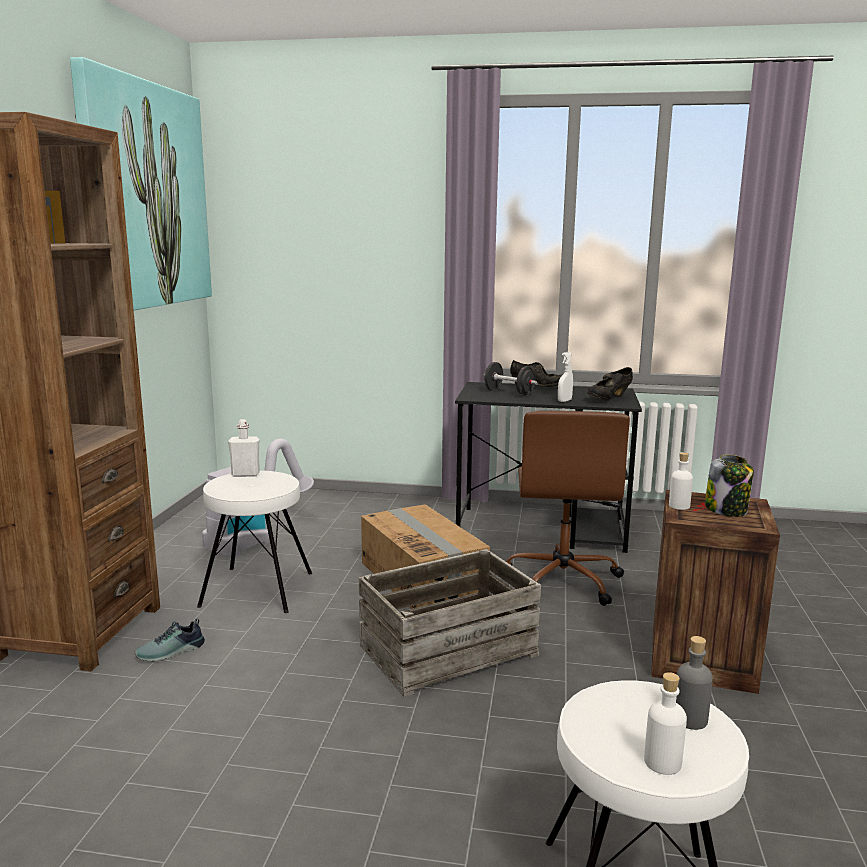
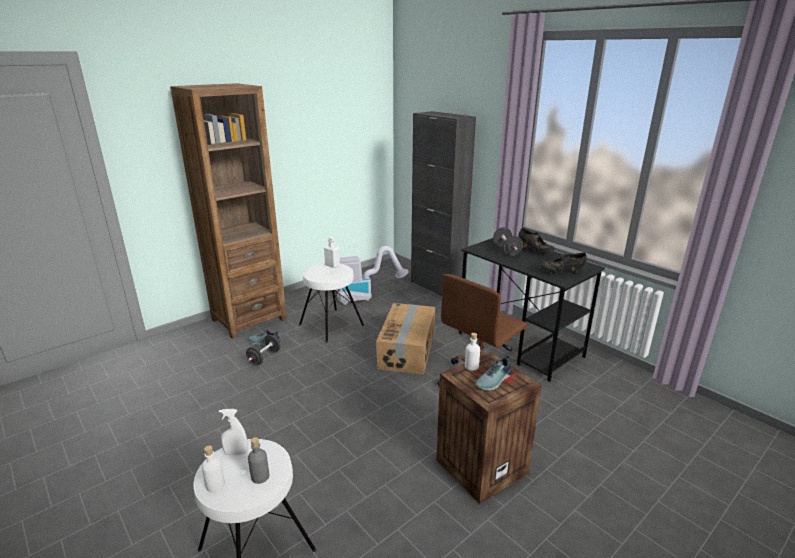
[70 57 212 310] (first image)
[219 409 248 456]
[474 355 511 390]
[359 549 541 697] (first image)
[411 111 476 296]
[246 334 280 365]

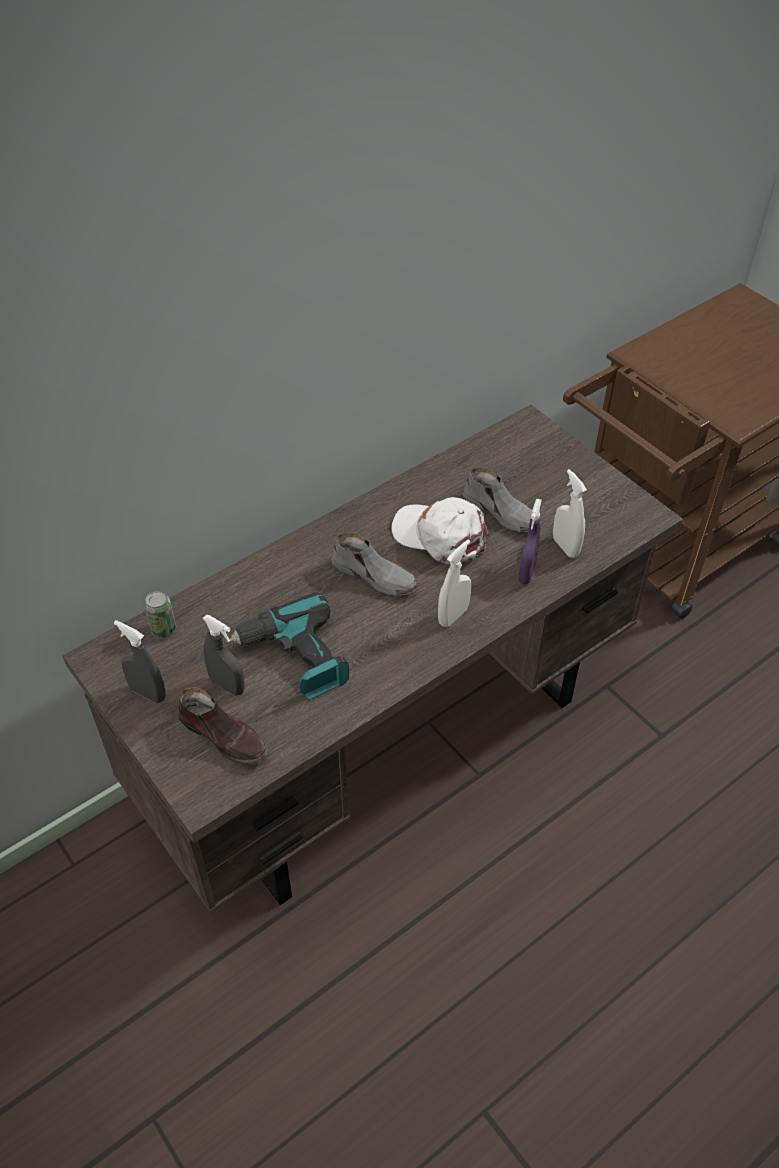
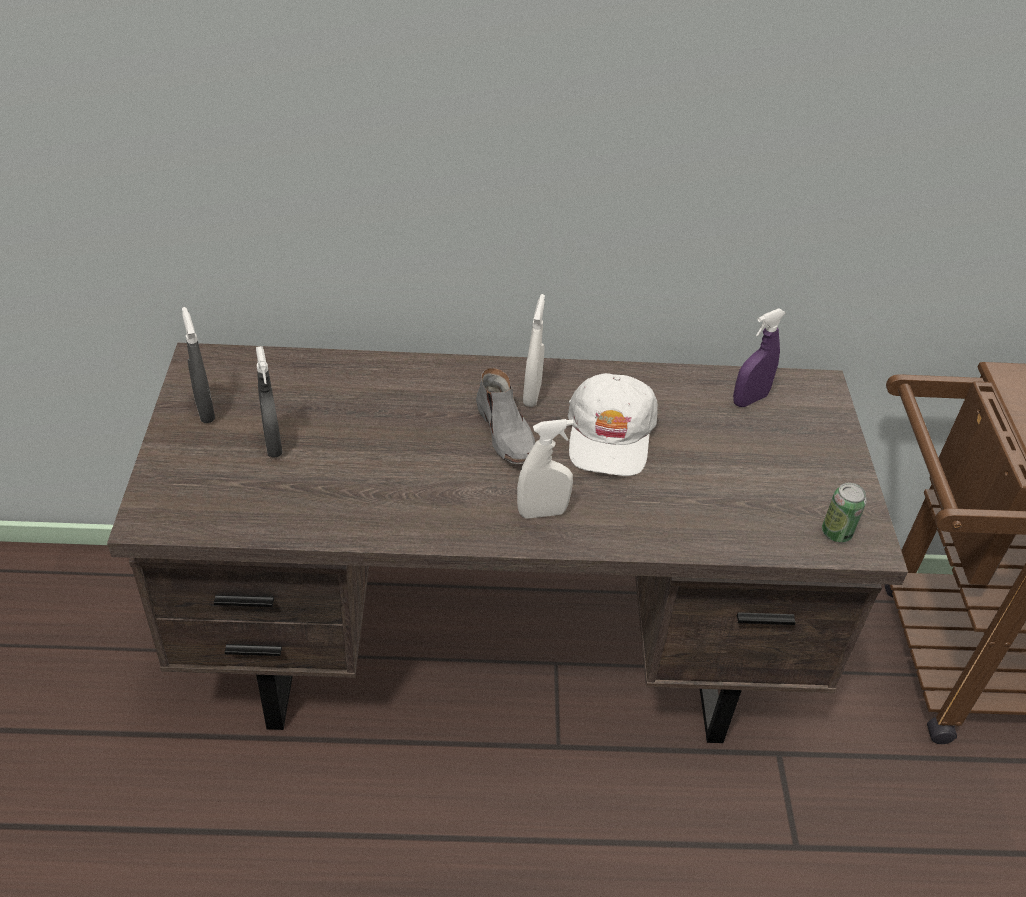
[463 467 542 532] (first image)
[523 294 545 407]
[568 373 658 476]
[733 308 786 407]
[822 483 867 542]
[226 593 349 700] (first image)
[178 687 268 765] (first image)

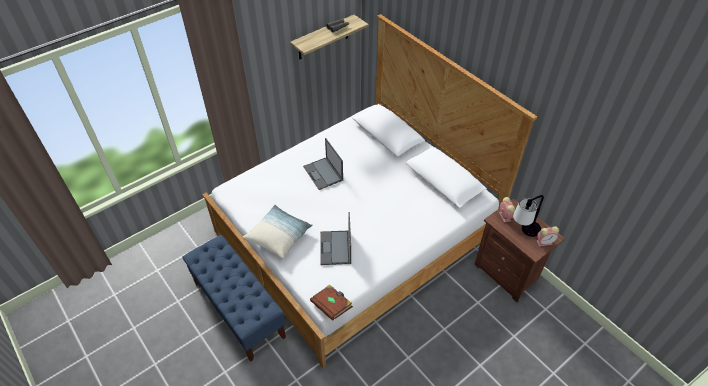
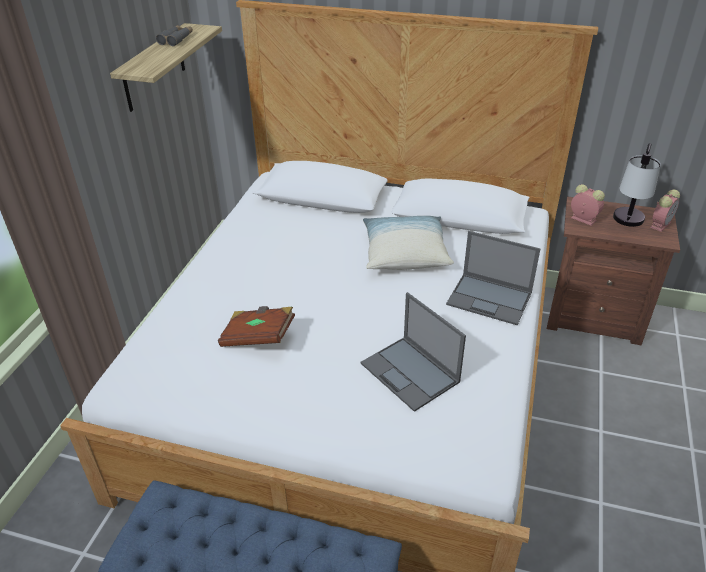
[446 231 541 325]
[363 216 454 270]
[218 306 295 347]

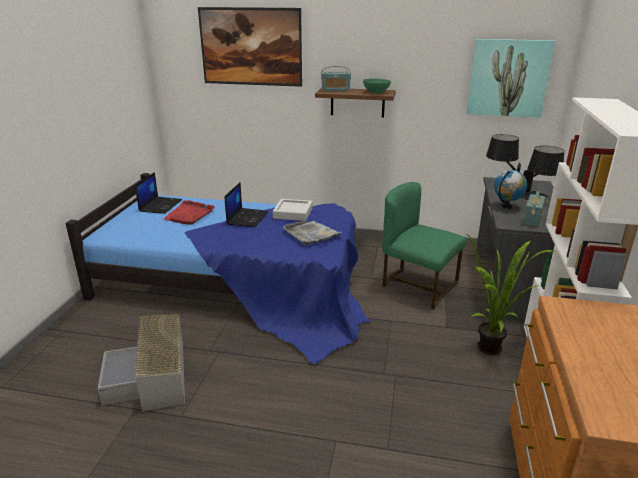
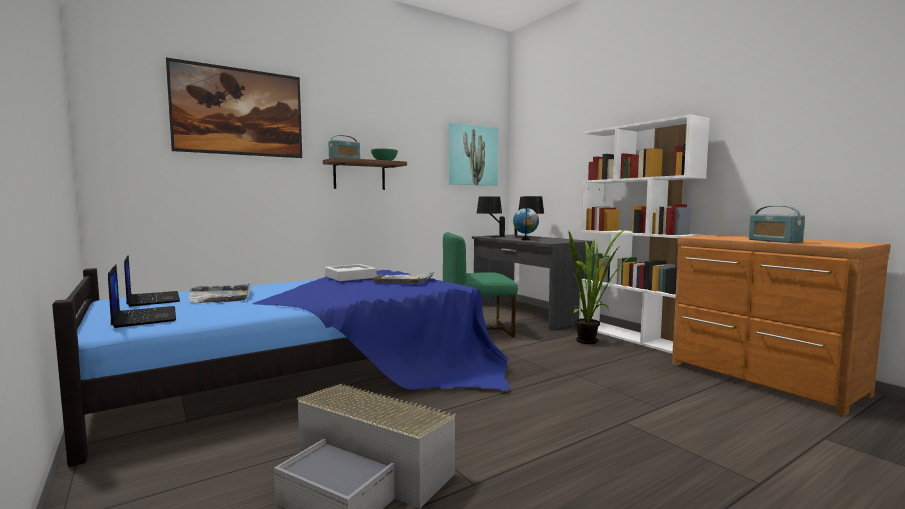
[108 264 176 328]
[749 206 805 243]
[189 283 252 303]

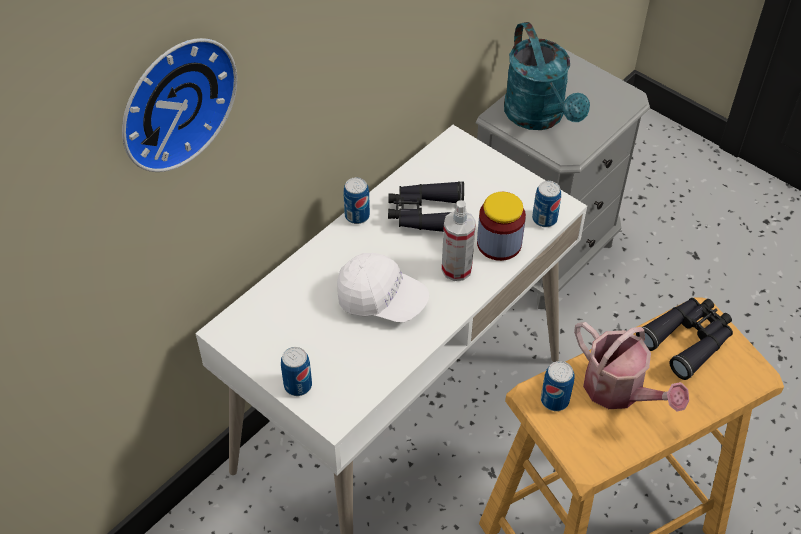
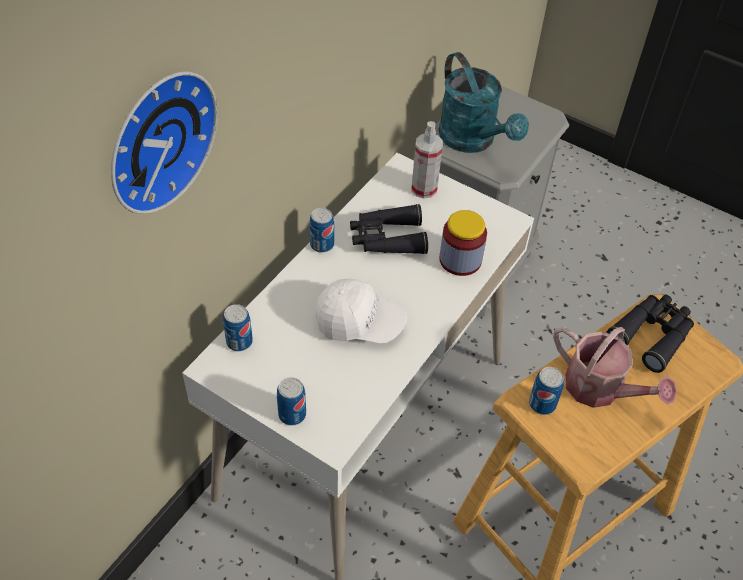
[223 304 253 351]
[411 121 443 199]

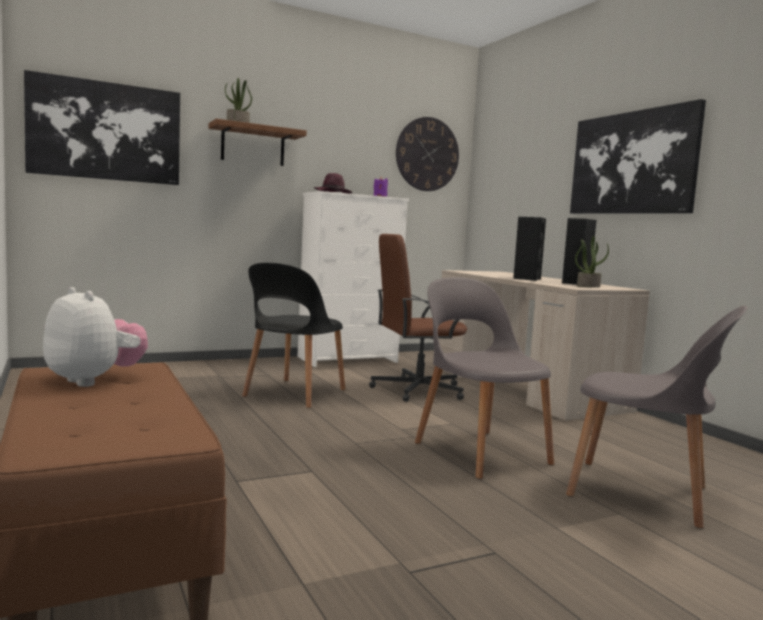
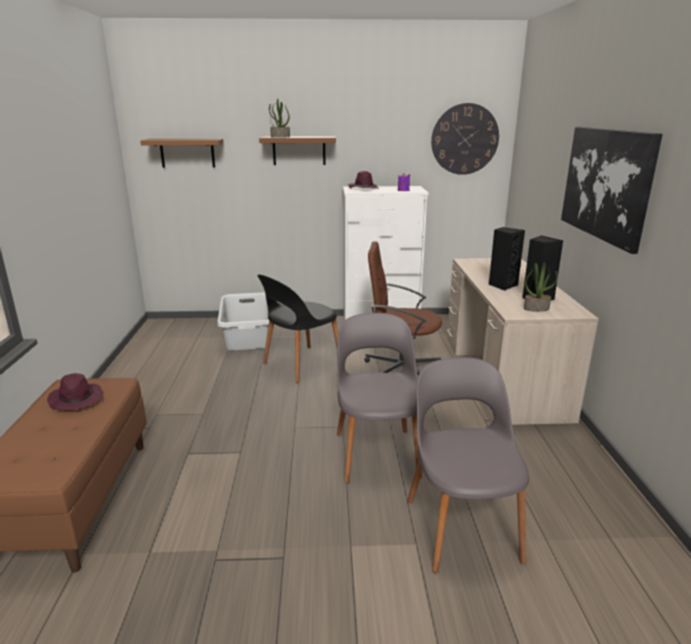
[140 139 223 168]
[47 373 103 410]
[407 357 529 573]
[217 292 269 350]

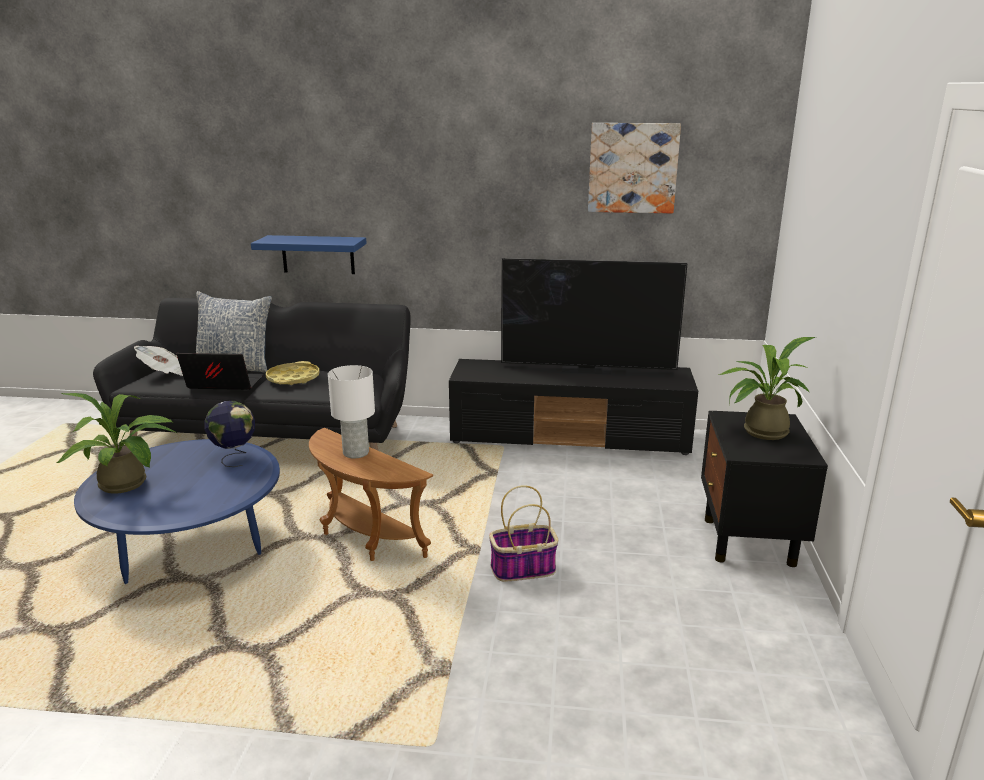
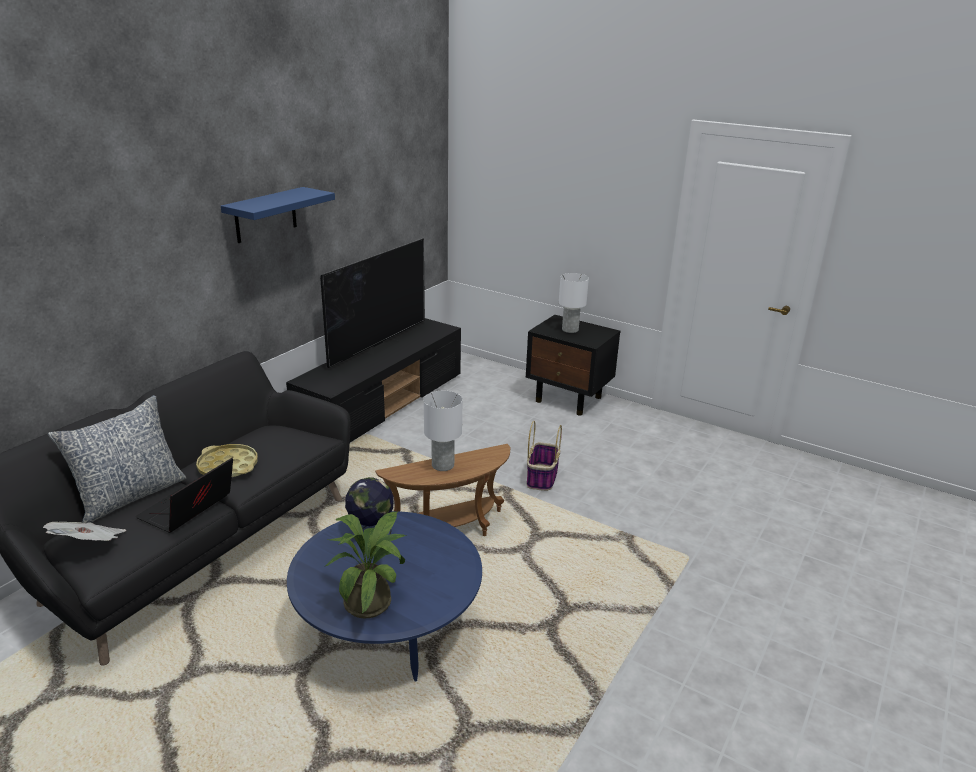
[588 123 681 213] (first image)
[221 187 335 243]
[559 273 589 333]

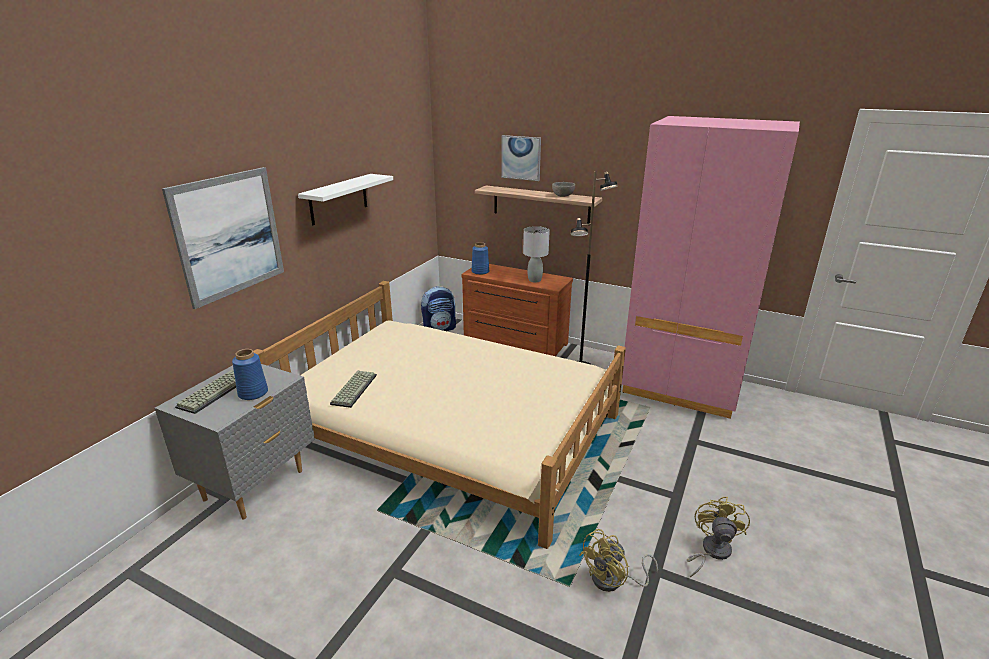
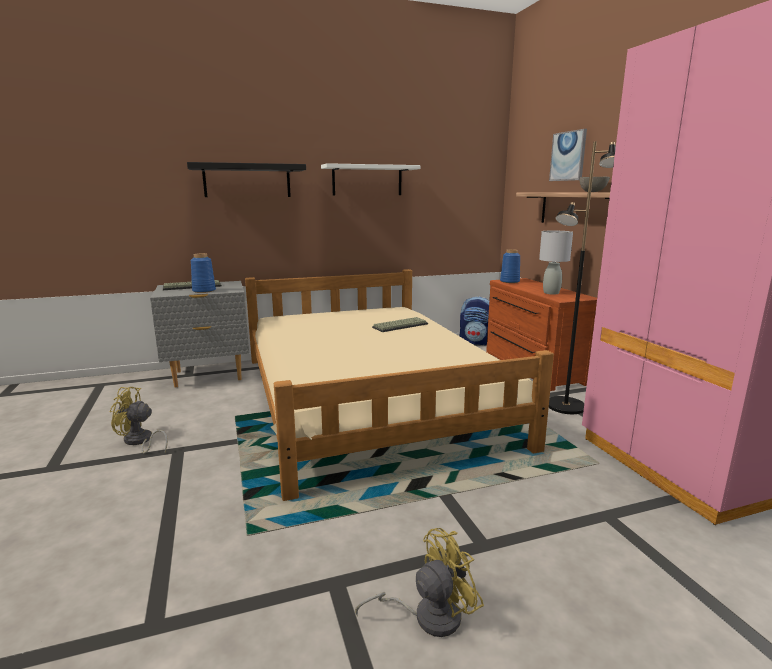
[187 162 306 197]
[372 317 428 332]
[110 387 168 454]

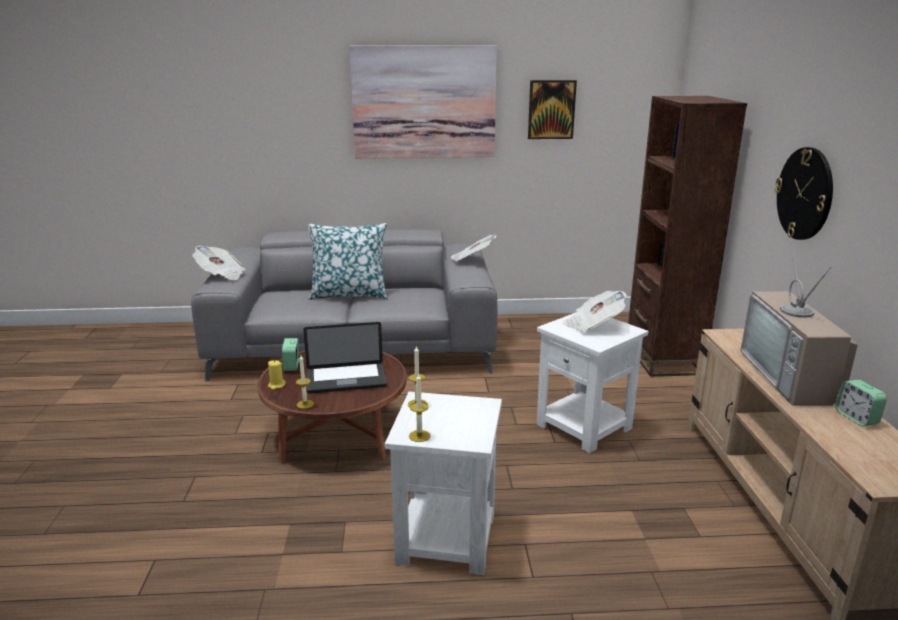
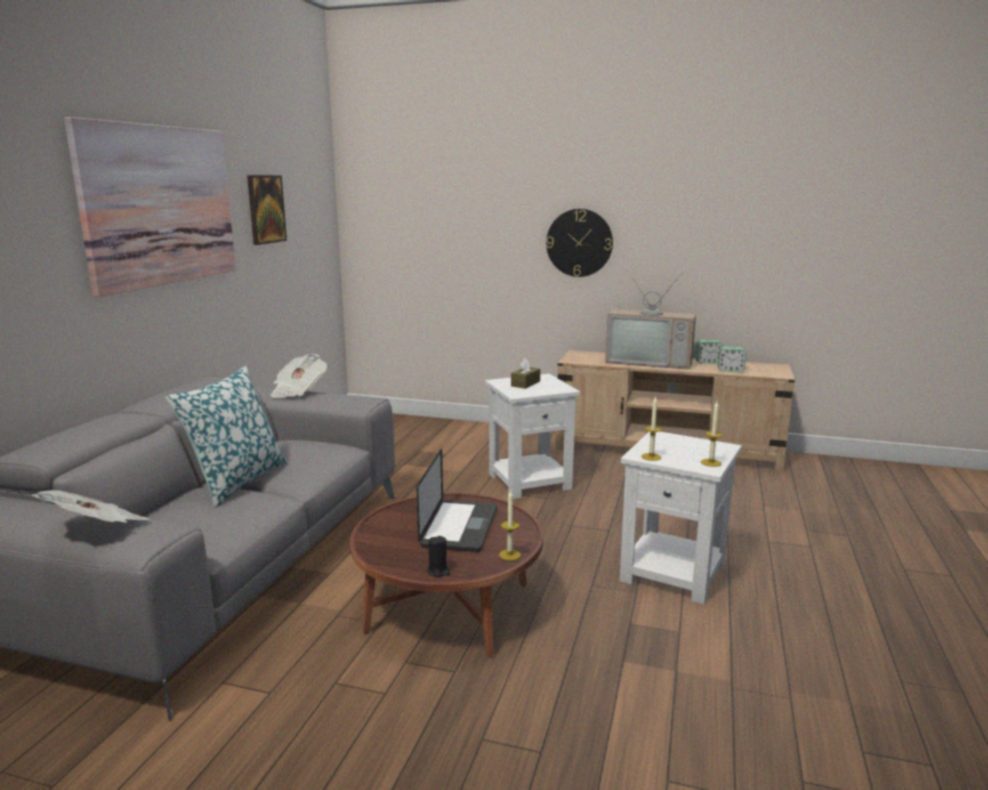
[628 96 747 377] (first image)
[511 358 540 389]
[718 347 746 372]
[427 536 450 578]

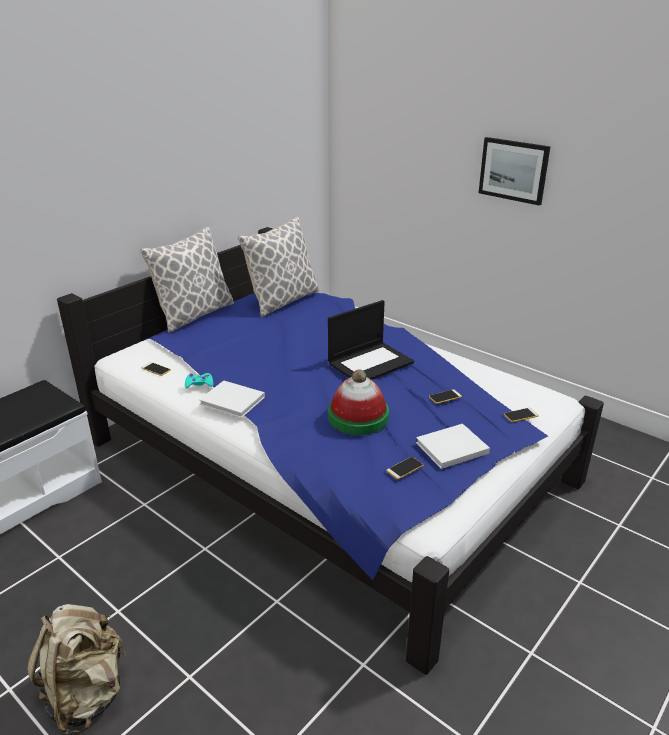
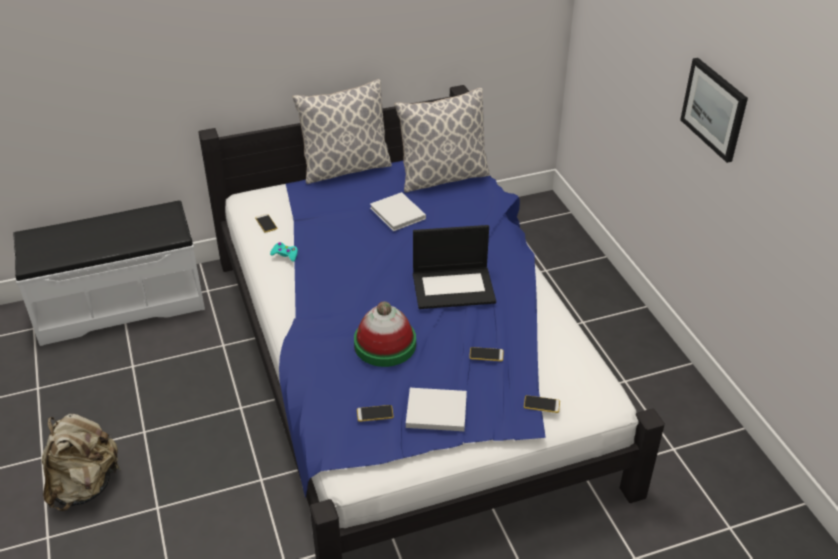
[370 192 426 231]

